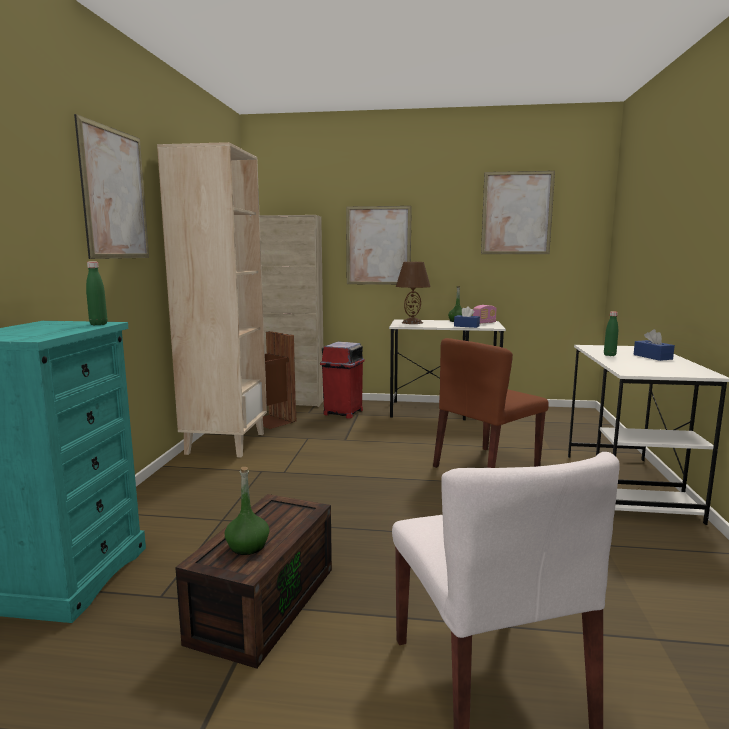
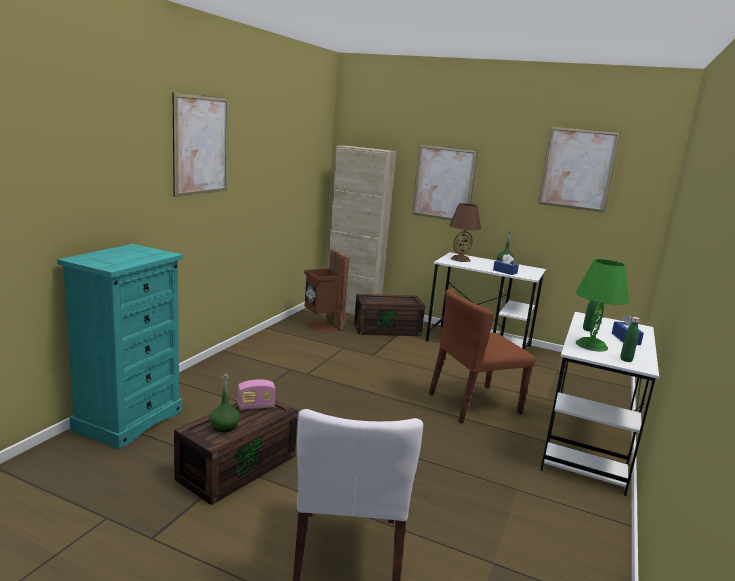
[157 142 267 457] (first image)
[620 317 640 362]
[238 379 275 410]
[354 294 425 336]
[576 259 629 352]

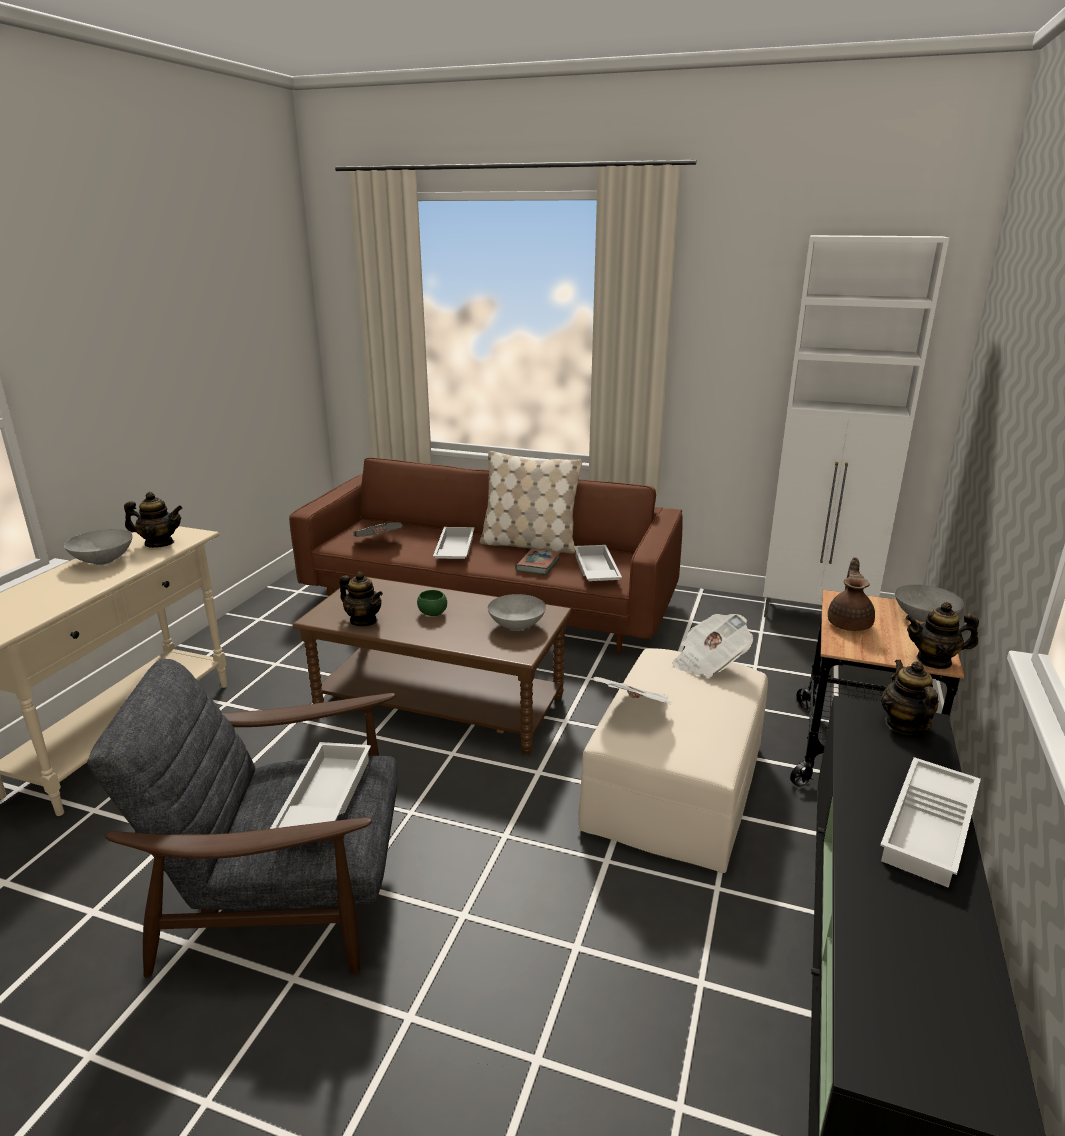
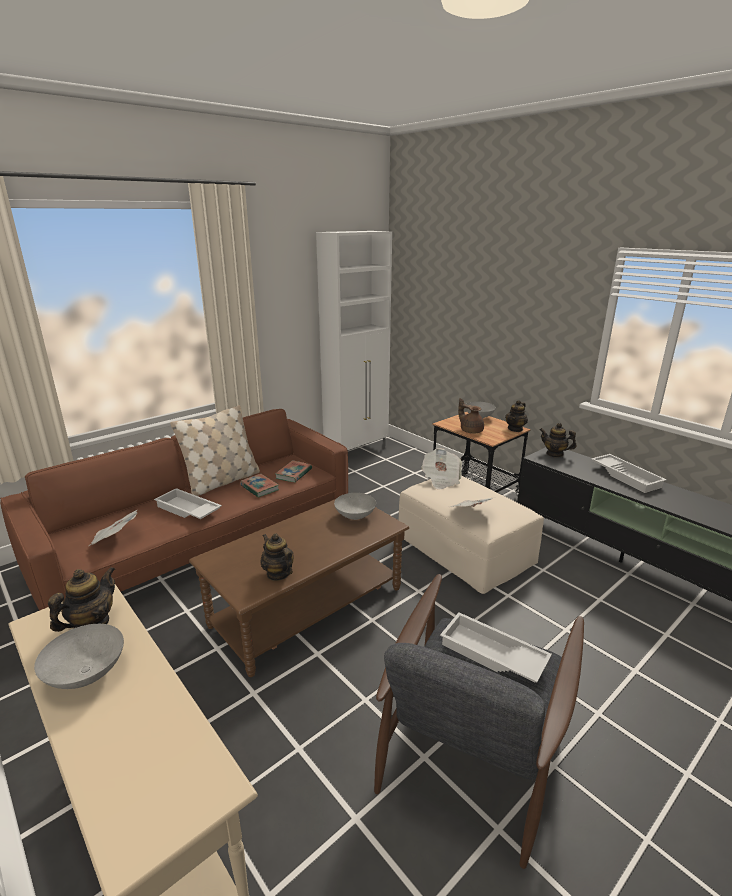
[275 460 312 482]
[261 534 294 581]
[417 590 447 616] (first image)

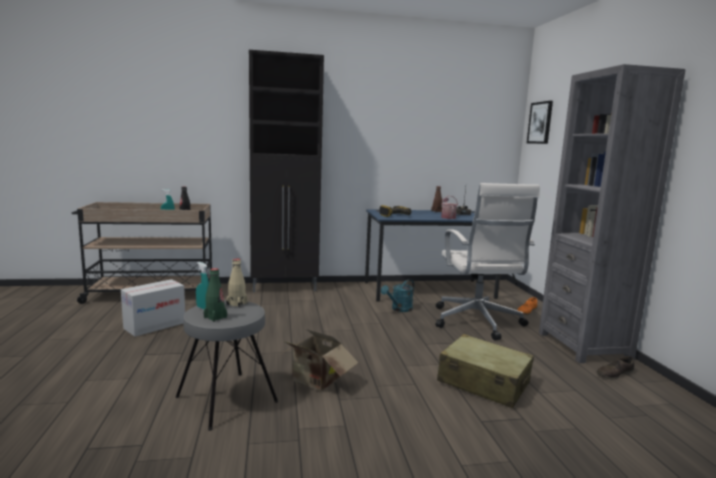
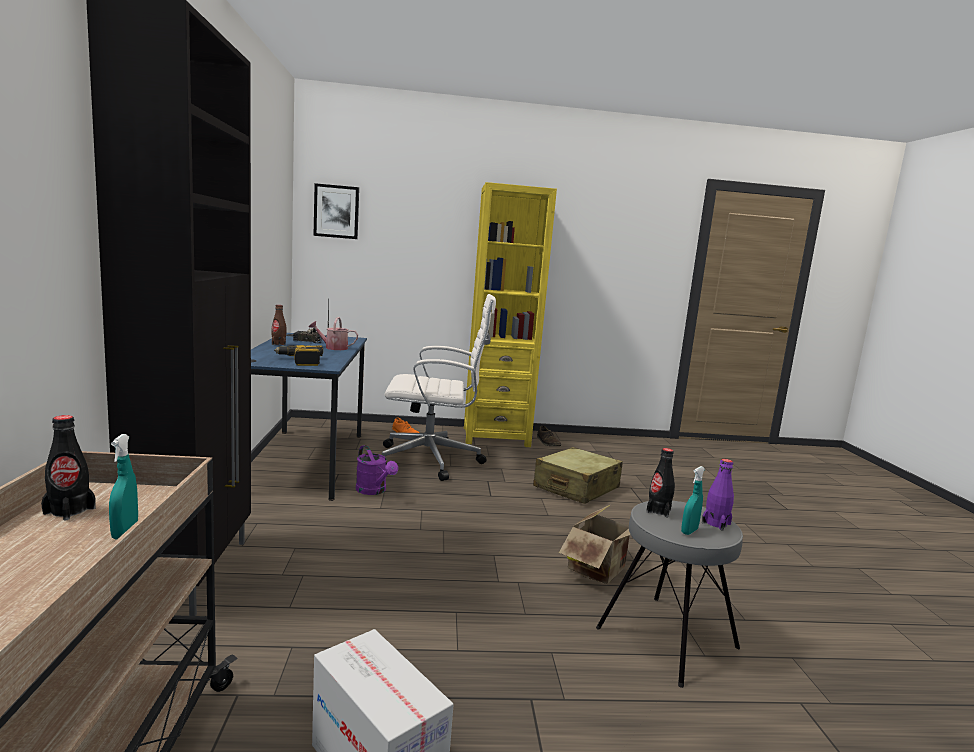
[464 182 557 447]
[646 448 675 517]
[702 459 734 531]
[356 445 398 495]

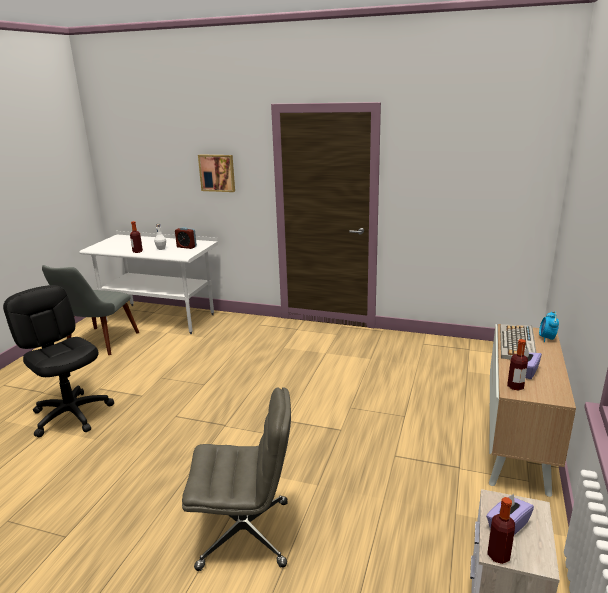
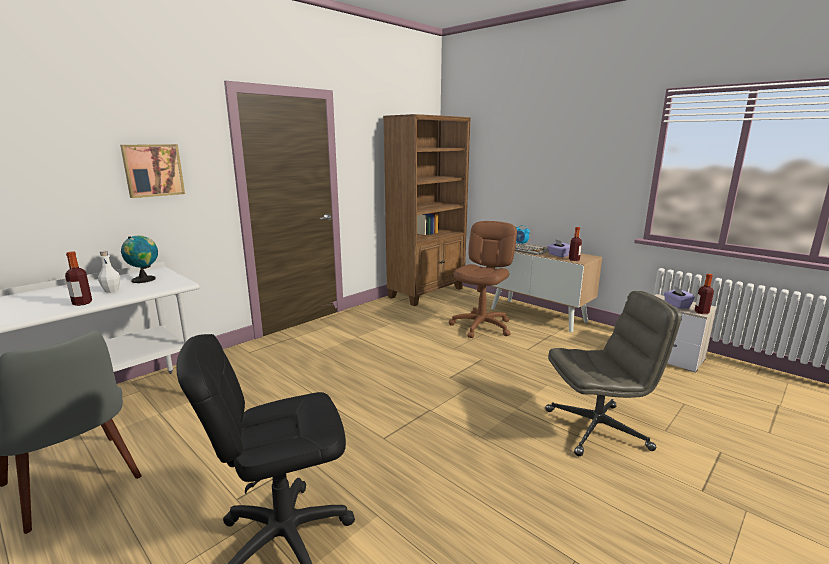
[121 236 158 283]
[546 291 682 456]
[383 114 471 306]
[449 221 517 338]

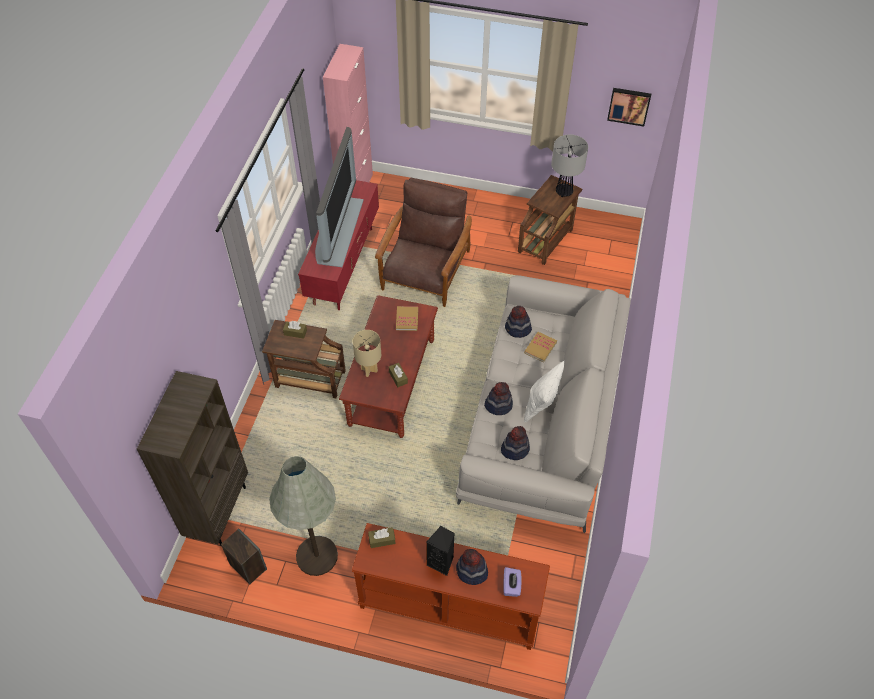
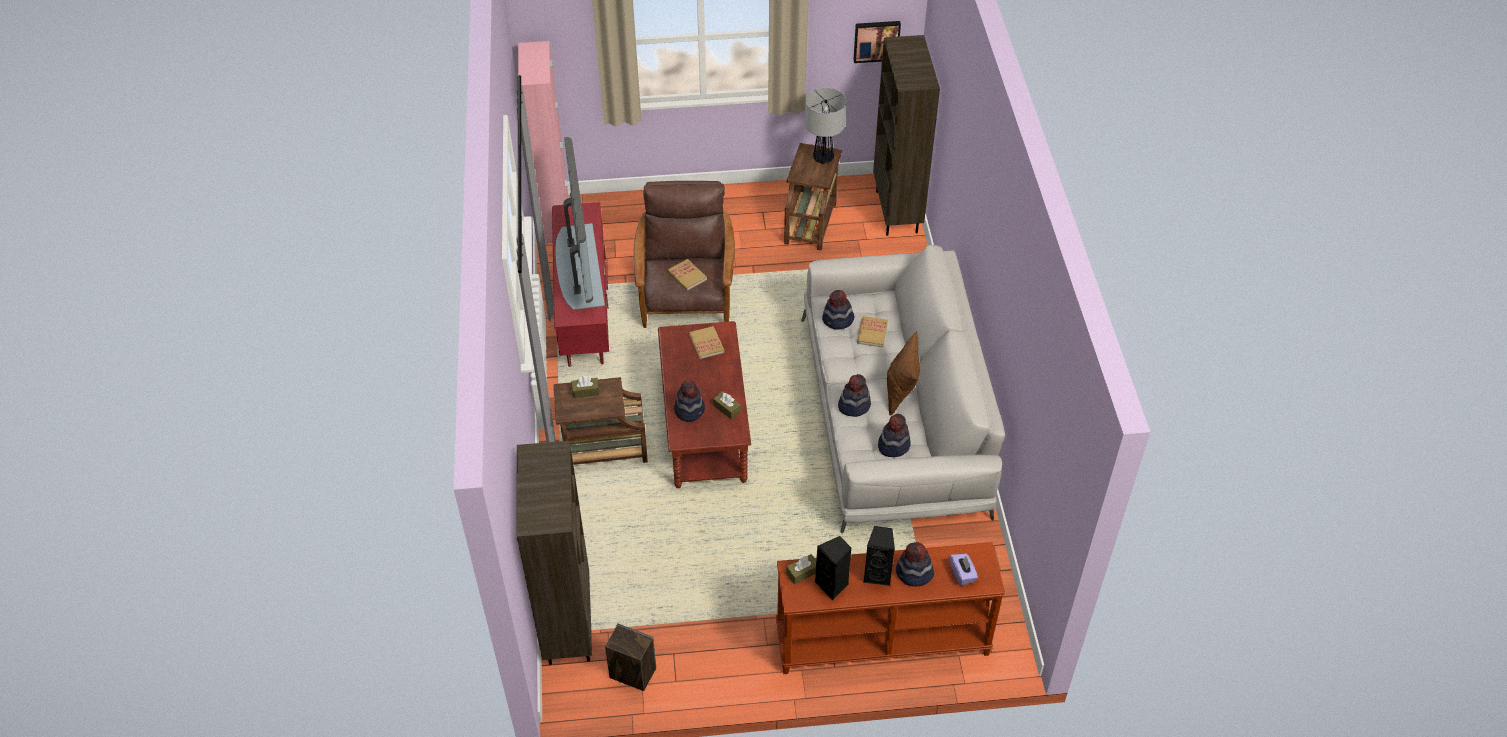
[674 380 705 422]
[887 331 920 416]
[269 456 338 576] (first image)
[873 35 940 236]
[668 259 707 291]
[815 536 851 600]

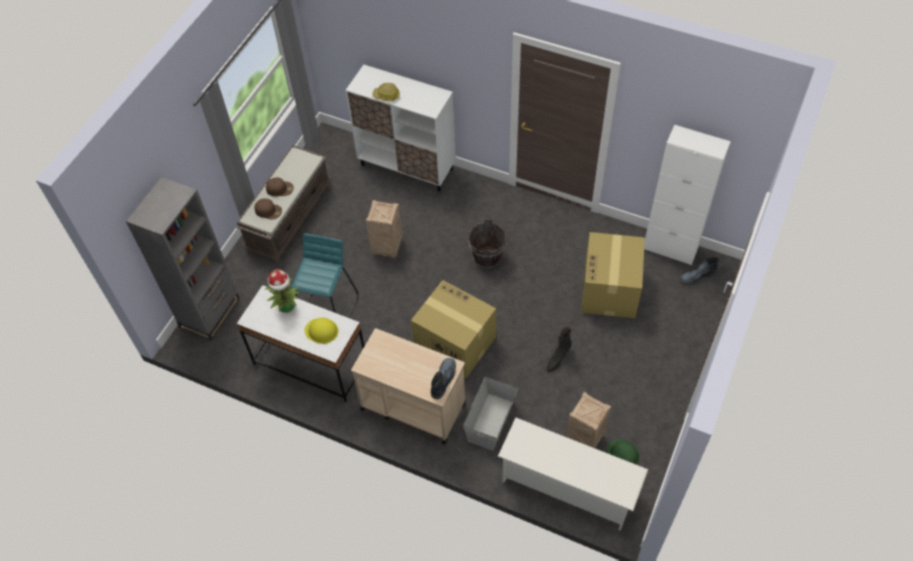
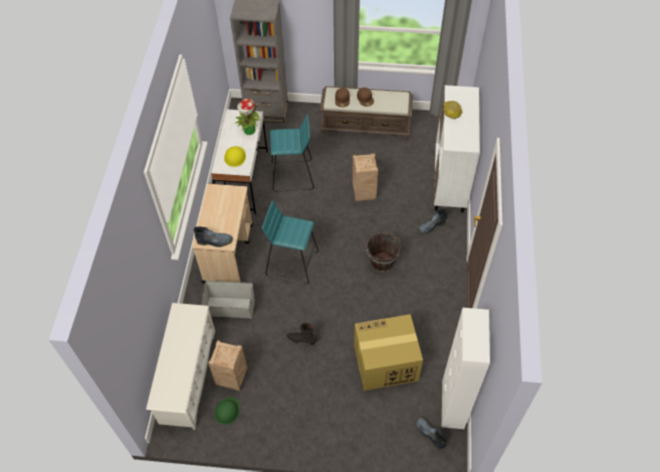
[262 201 319 284]
[417 208 447 234]

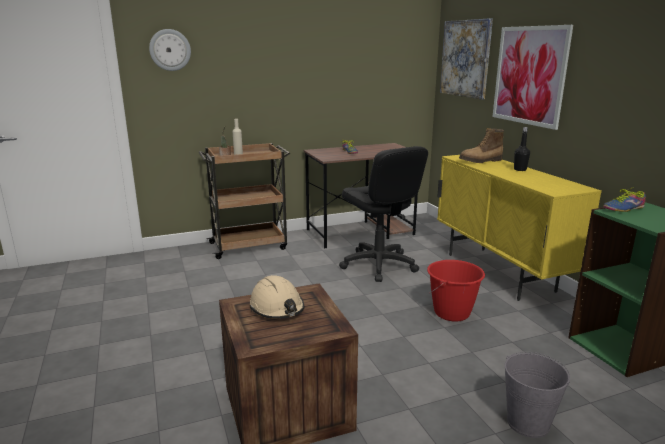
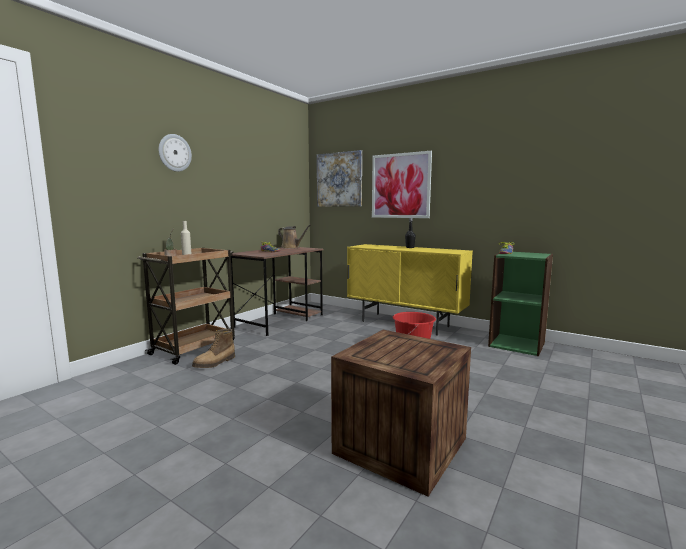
[159 134 192 172]
[192 329 235 368]
[339 146 428 282] (first image)
[250 275 305 319] (first image)
[505 352 570 438] (first image)
[278 224 311 249]

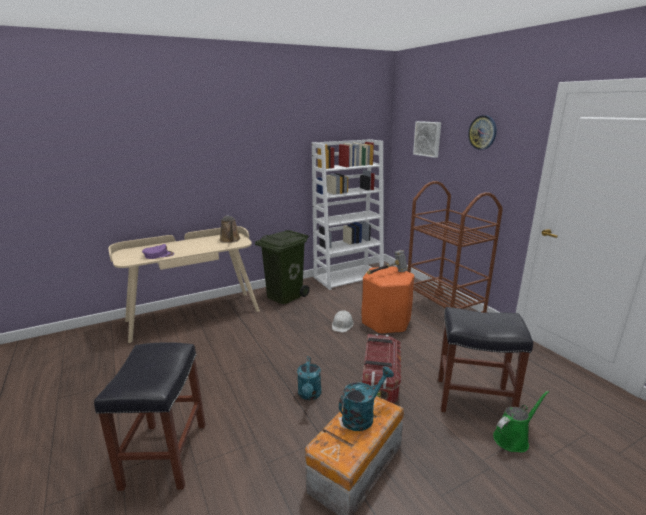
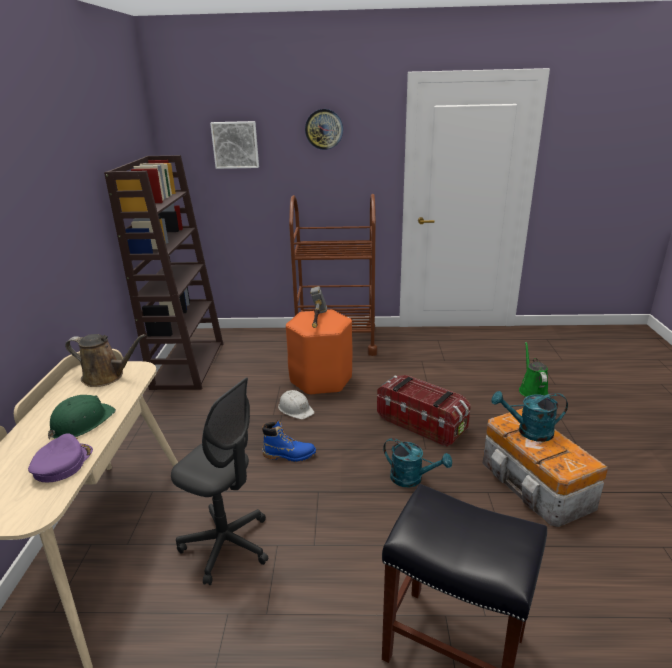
[104 155 223 390]
[255 230 310 304] (first image)
[438 307 533 412] (first image)
[491 391 568 442]
[171 377 268 585]
[48 395 116 440]
[262 420 316 462]

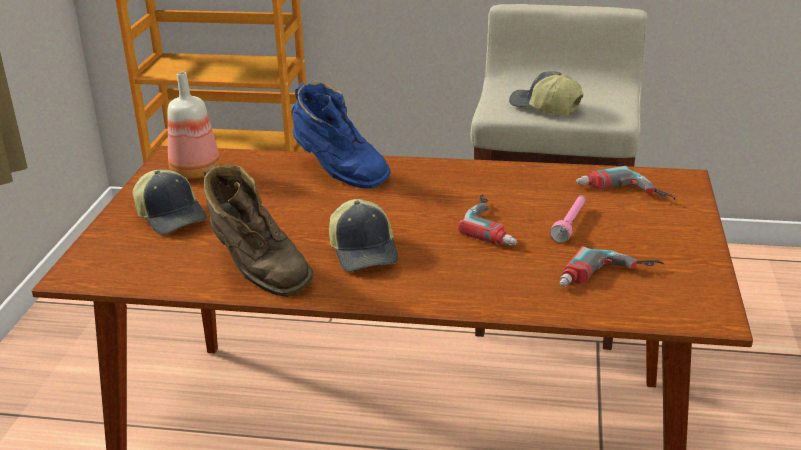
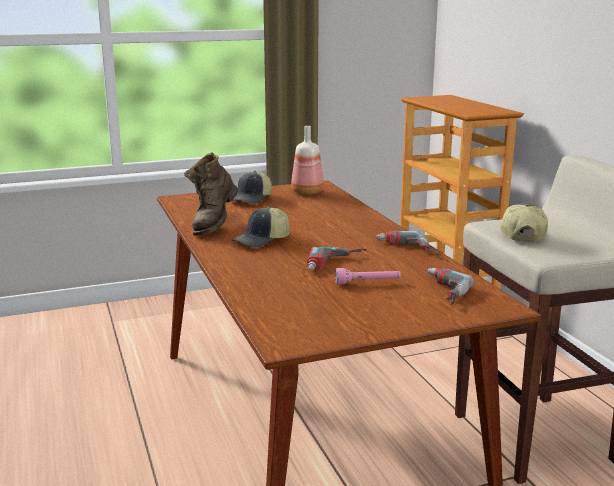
[292 82 391 188] (first image)
[376 231 439 254]

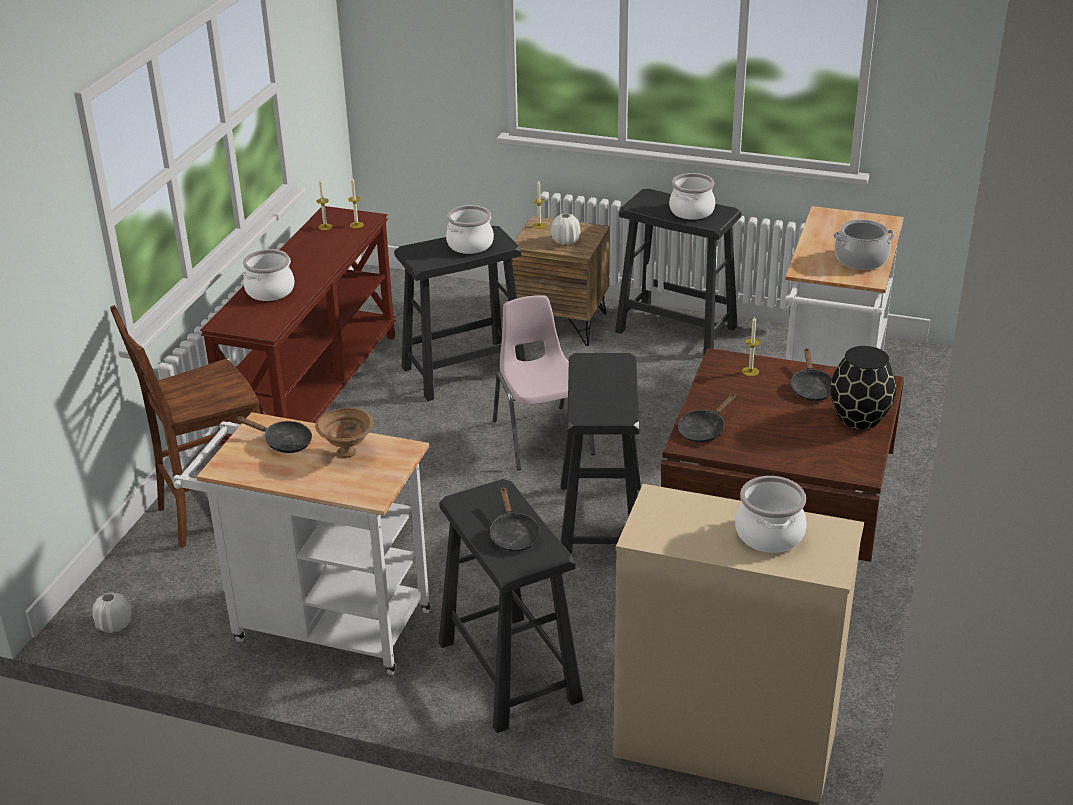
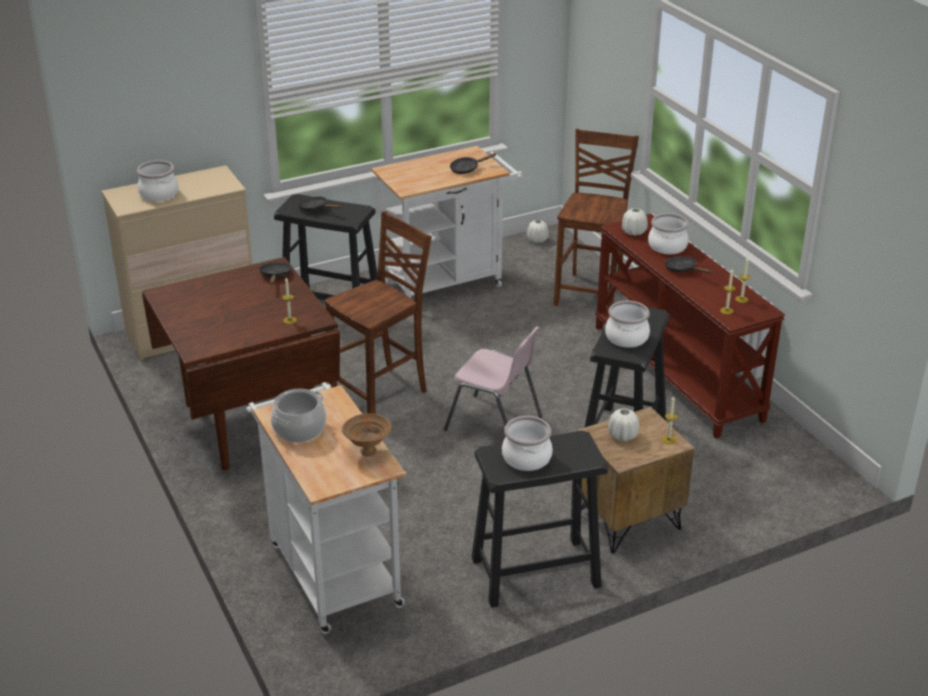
[830 346 896 429] (first image)
[664 256 713 274]
[325 211 432 414]
[342 413 392 456]
[622 208 648 236]

